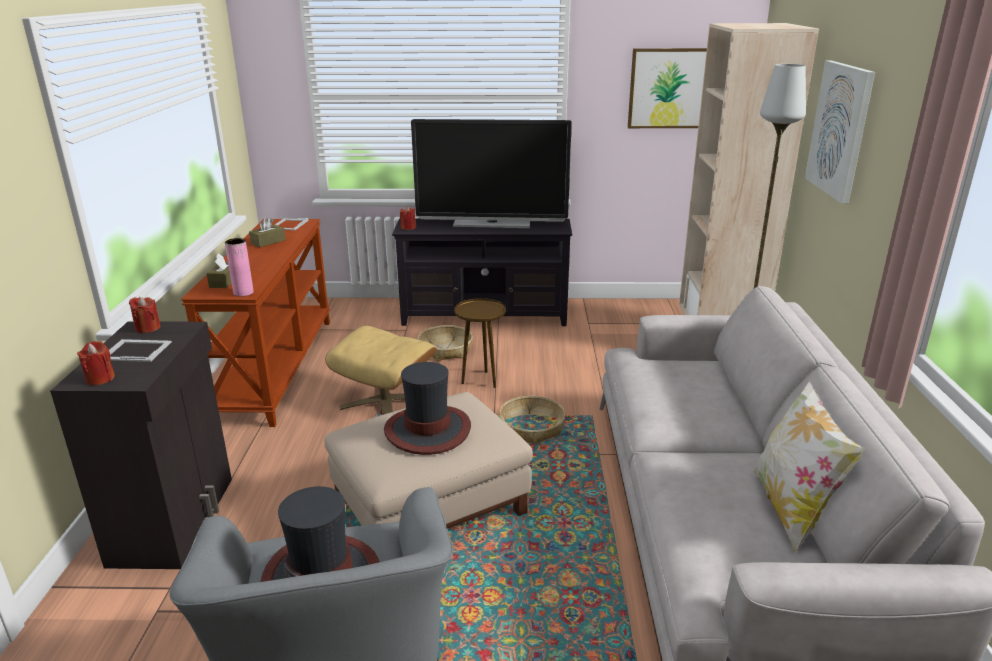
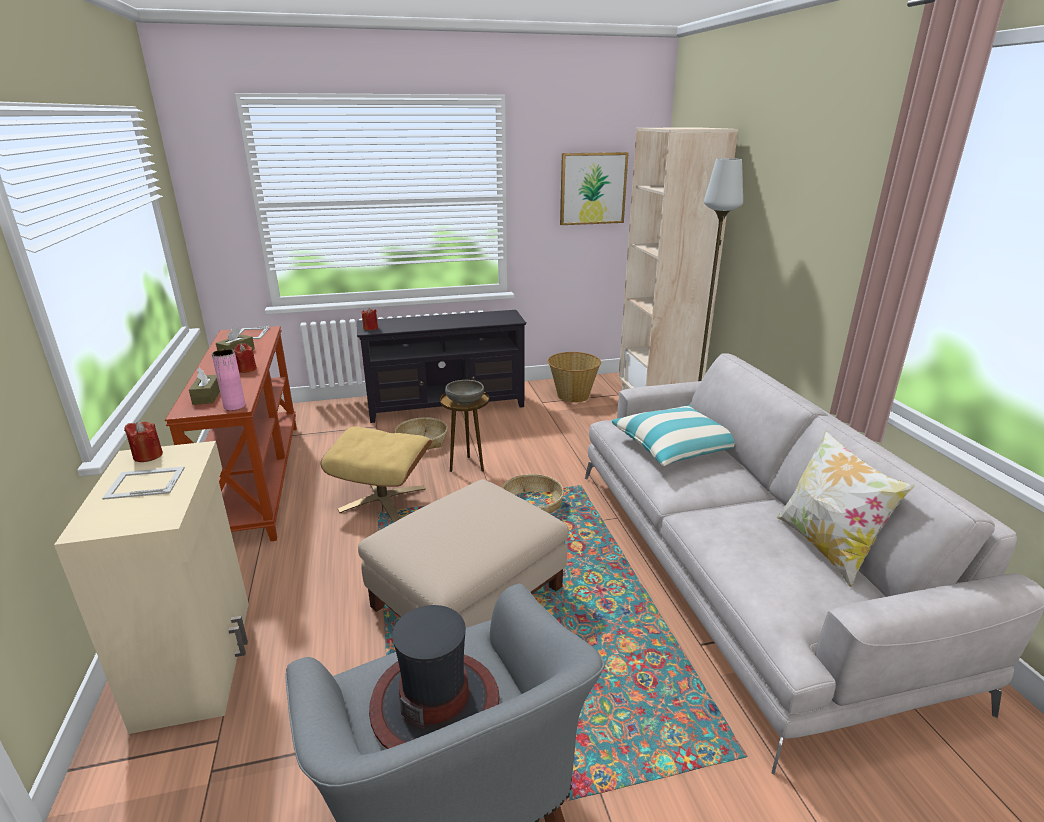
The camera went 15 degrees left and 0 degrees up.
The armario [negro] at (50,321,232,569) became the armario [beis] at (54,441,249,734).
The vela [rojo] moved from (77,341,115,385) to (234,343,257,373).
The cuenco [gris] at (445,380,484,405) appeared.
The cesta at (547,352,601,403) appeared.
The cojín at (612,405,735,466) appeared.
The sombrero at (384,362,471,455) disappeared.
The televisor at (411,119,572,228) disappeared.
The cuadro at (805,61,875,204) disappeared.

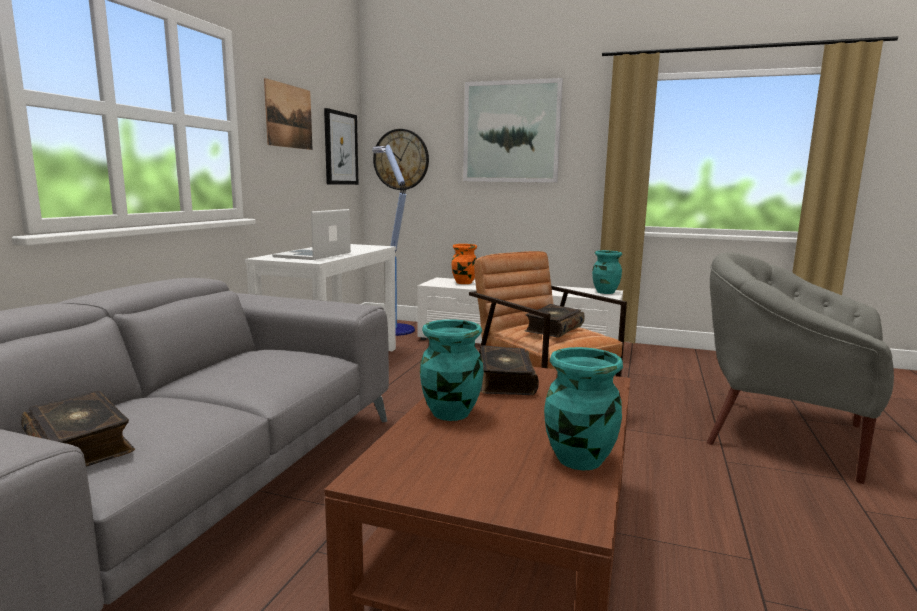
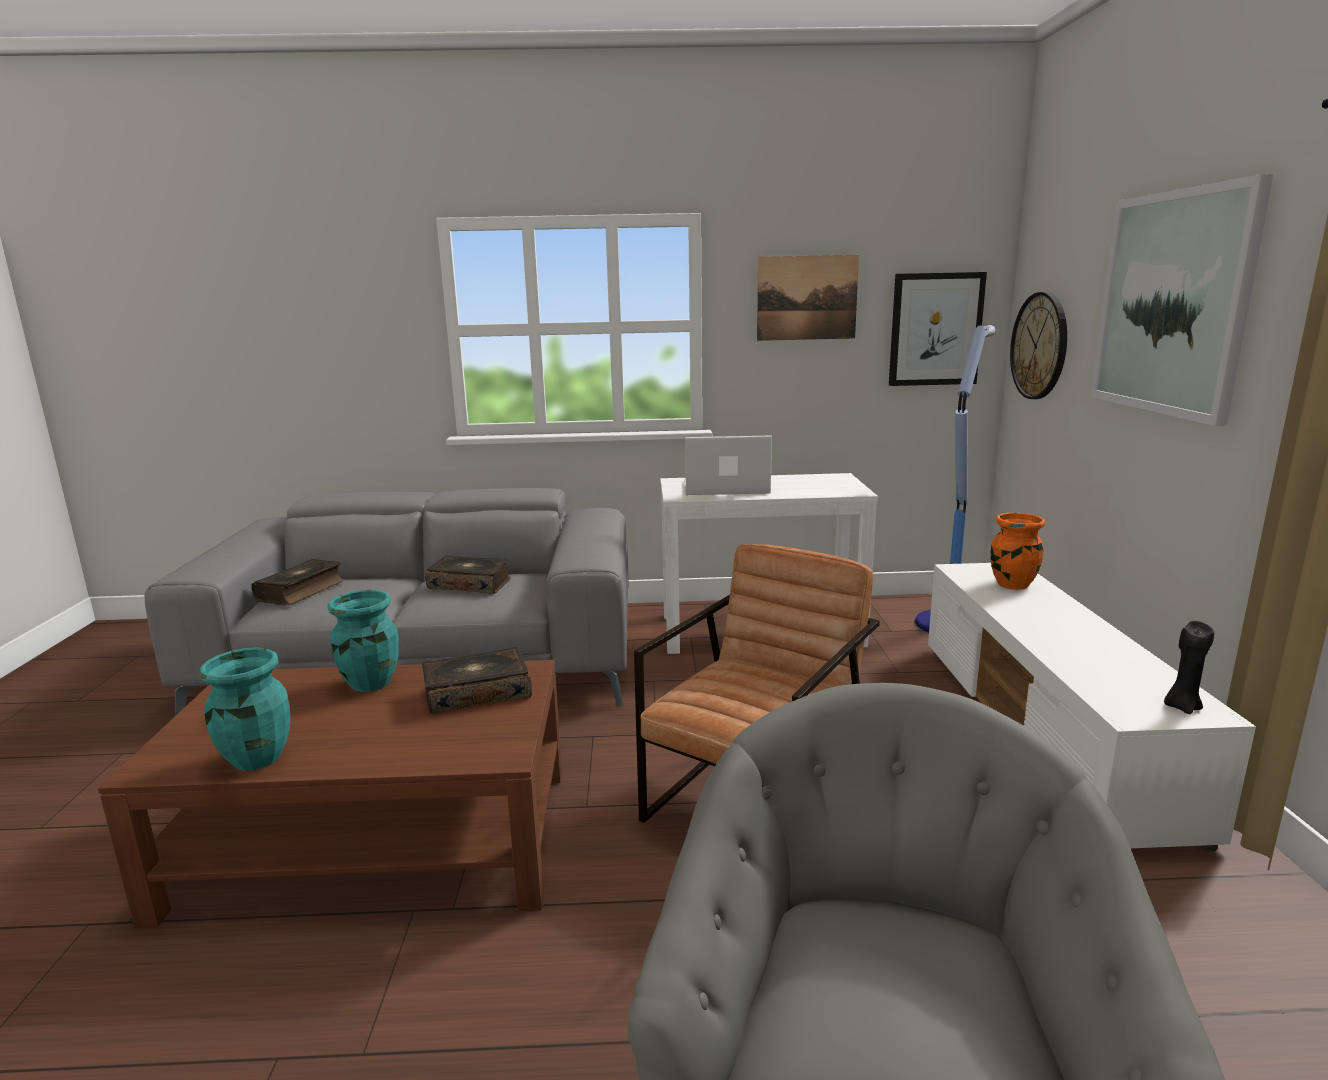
The camera went 70 degrees right and 5 degrees up.
The libro moved from (525,304,585,338) to (425,555,511,594).
The florero [turquesa] at (592,250,622,294) was replaced by the vela [negro] at (1164,621,1214,714).

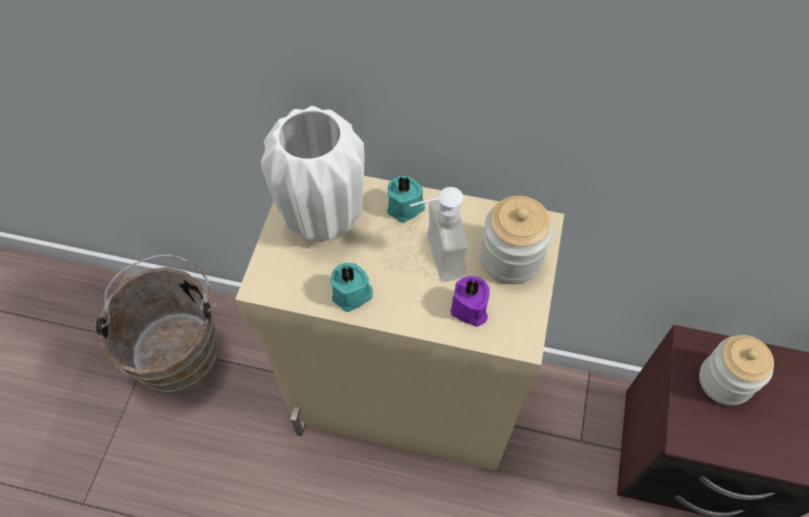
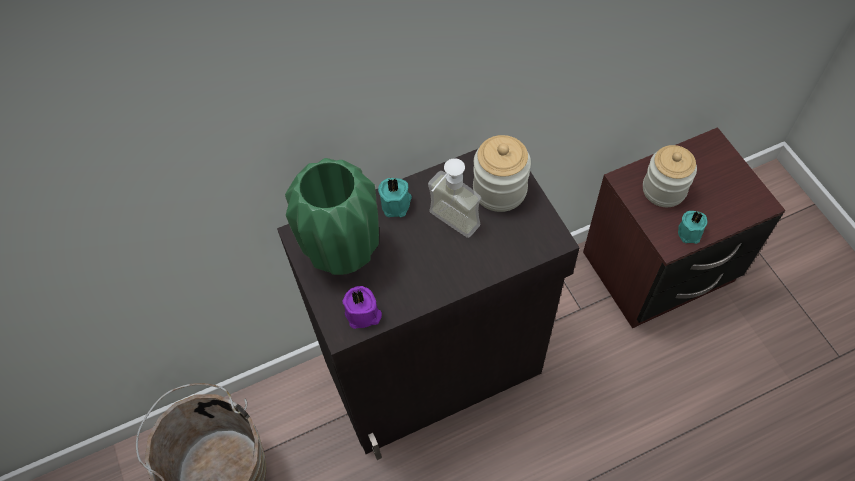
The camera went 35 degrees left and 0 degrees up.
The armario [beis] at (235,176,564,471) became the armario [negro] at (277,149,580,460).
The florero [blanco] at (261,106,364,242) became the florero [verde] at (285,158,379,275).
The vela [morado] moved from (450,276,490,327) to (342,286,382,329).
The vela [turquesa] moved from (331,263,373,312) to (678,211,707,244).

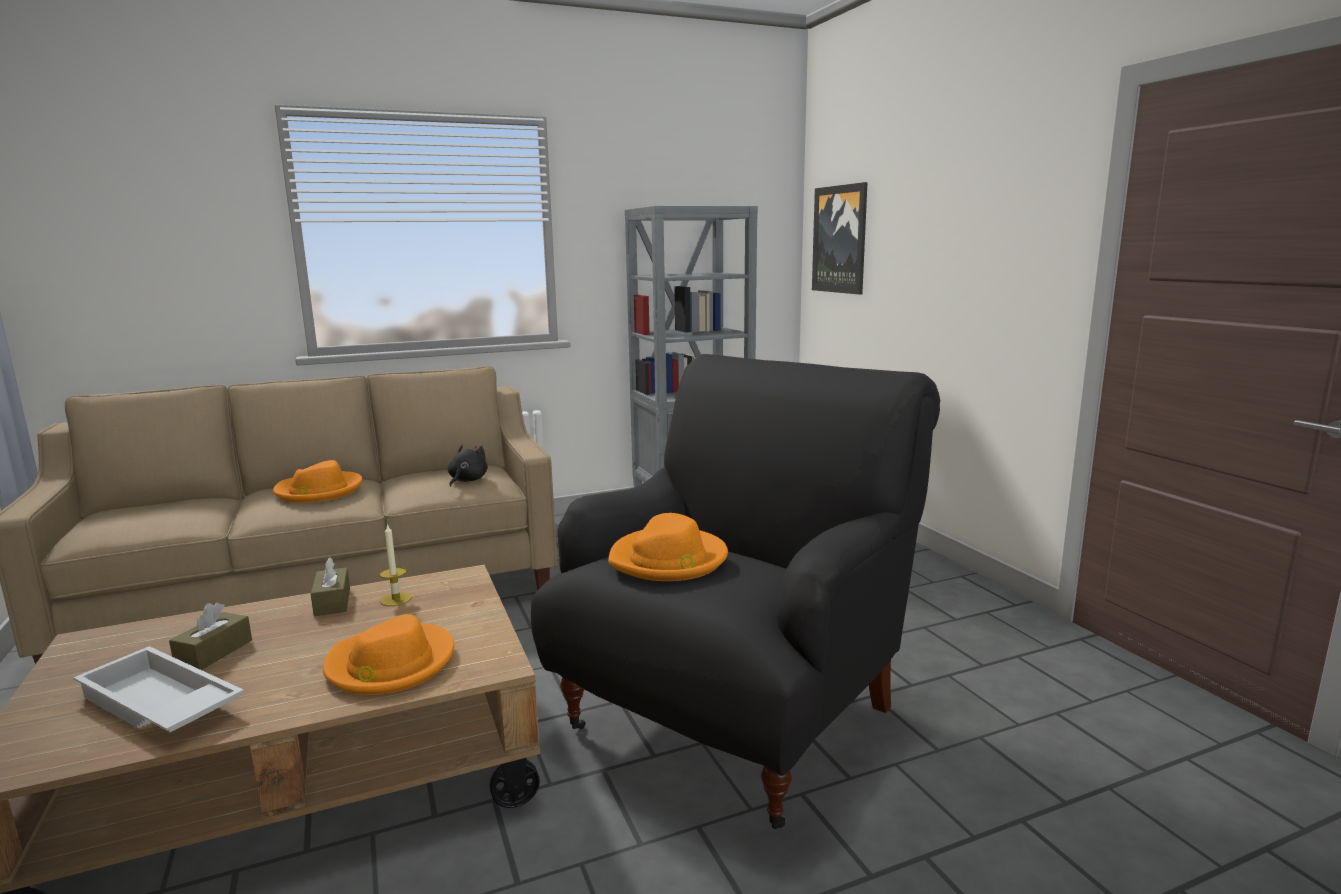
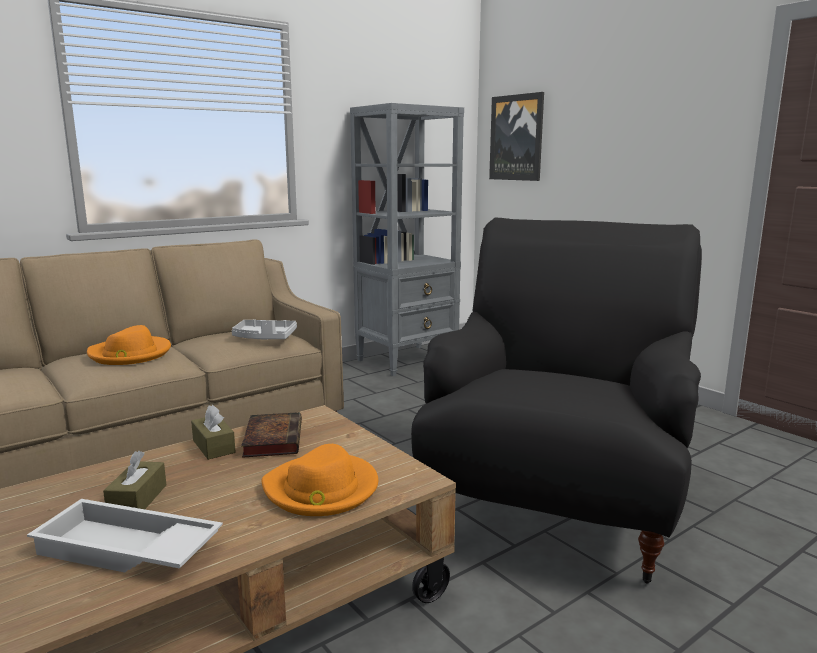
The camera went 15 degrees left and 0 degrees up.
The peluche [negro] at (448,445,488,487) was replaced by the bandeja [gris] at (232,319,297,339).
The vela at (380,523,412,606) was replaced by the libro at (241,412,302,458).
The sombrero [naranja] at (608,513,728,581) disappeared.

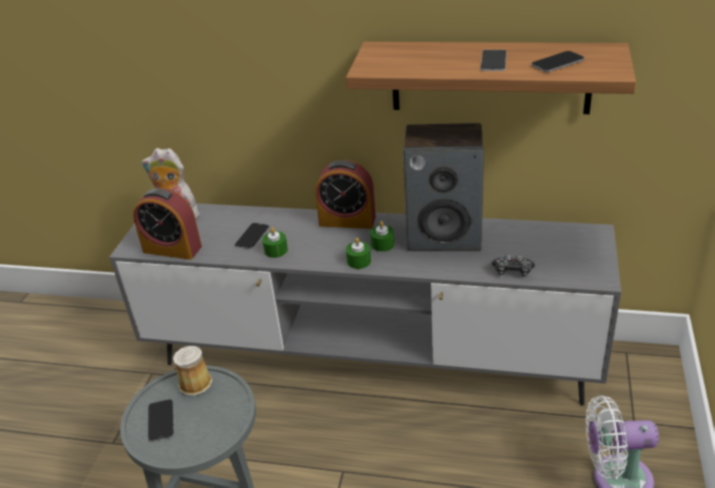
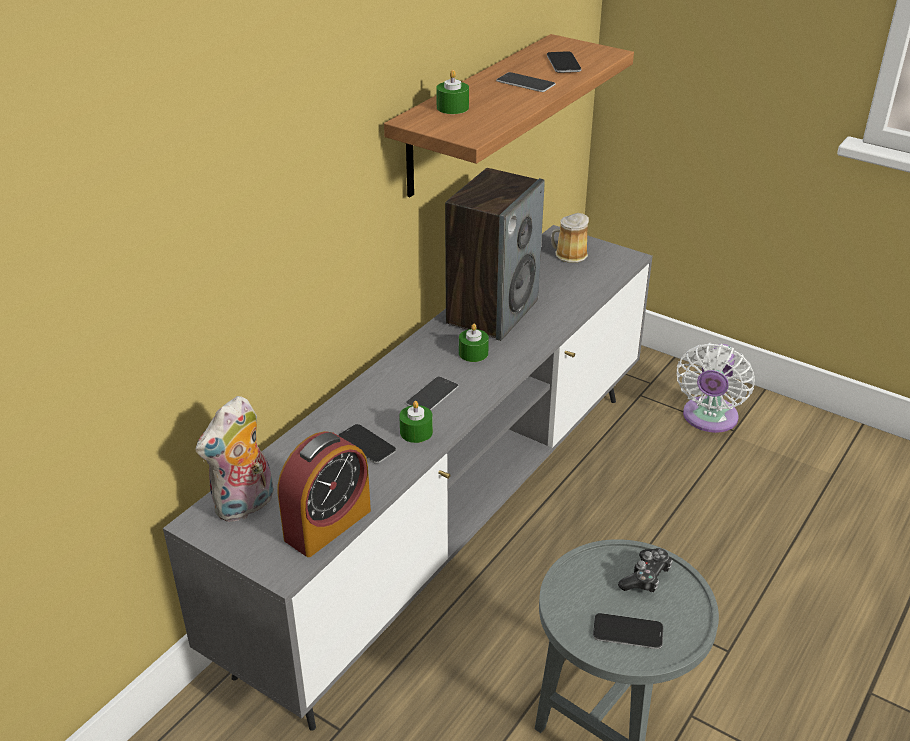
The camera went 70 degrees left and 0 degrees up.
The móvil at (406,376,459,410) appeared.
The vela [verde] moved from (346,238,371,269) to (436,70,469,114).
The taza grande moved from (173,346,212,395) to (551,213,589,263).
The mando de consola moved from (492,254,535,277) to (618,548,673,592).
The despertador at (315,160,376,229) disappeared.

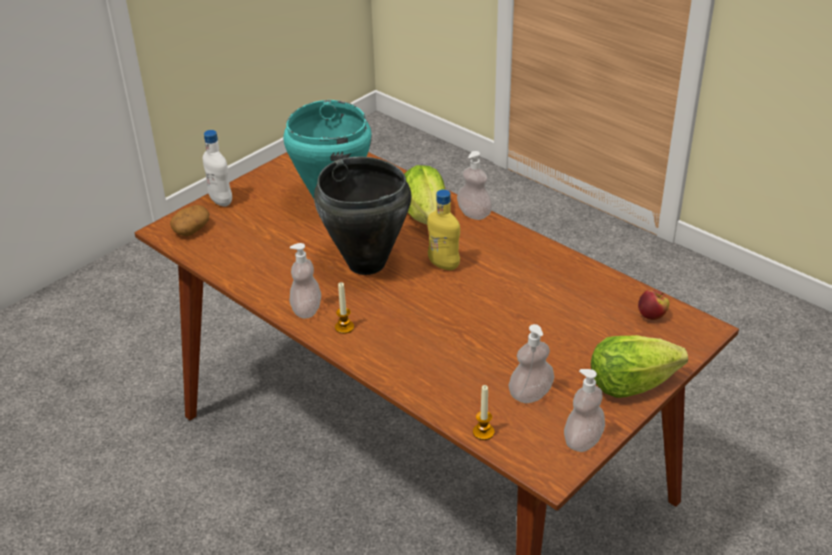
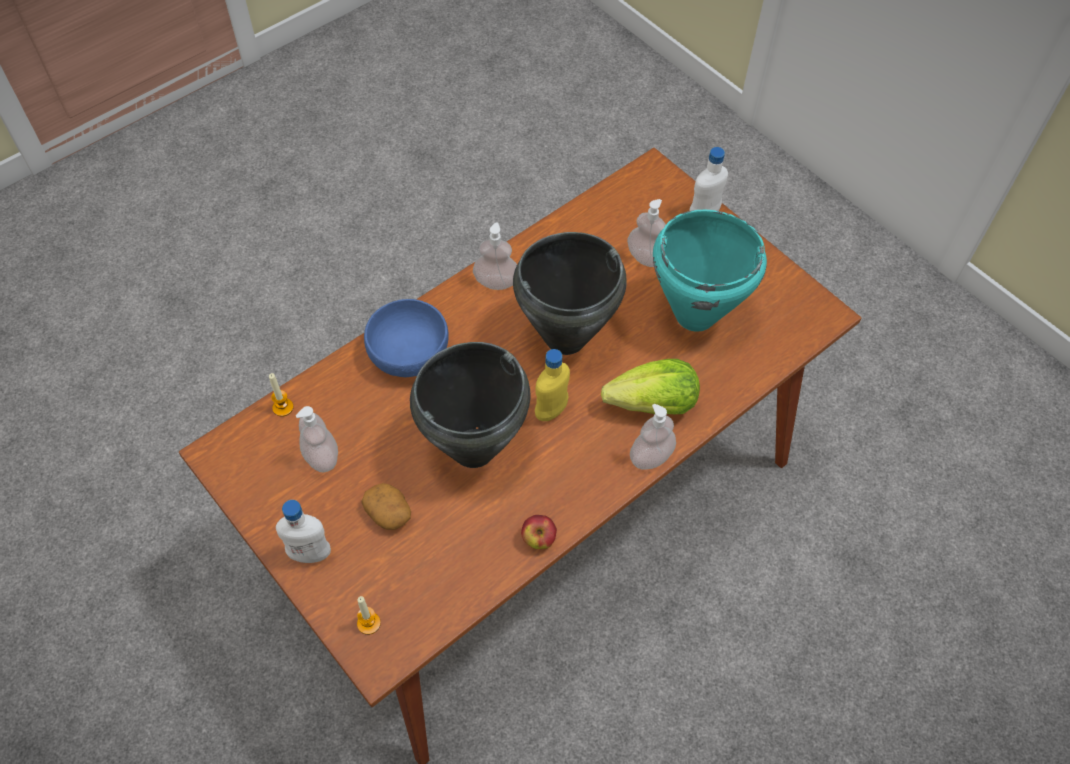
The camera went 95 degrees right and 20 degrees up.
The lechuga at (591,335,688,398) was replaced by the botella [blanco] at (276,500,331,563).
The vela moved from (335,282,354,334) to (357,596,381,635).
The patata moved from (170,205,209,236) to (361,483,411,530).
The cuenco [azul] at (364,299,449,377) appeared.
The olla [negro] at (410,342,531,468) appeared.
The manzana moved from (638,290,669,320) to (521,515,557,549).
The dispensador de jabón moved from (564,369,605,452) to (627,199,666,267).

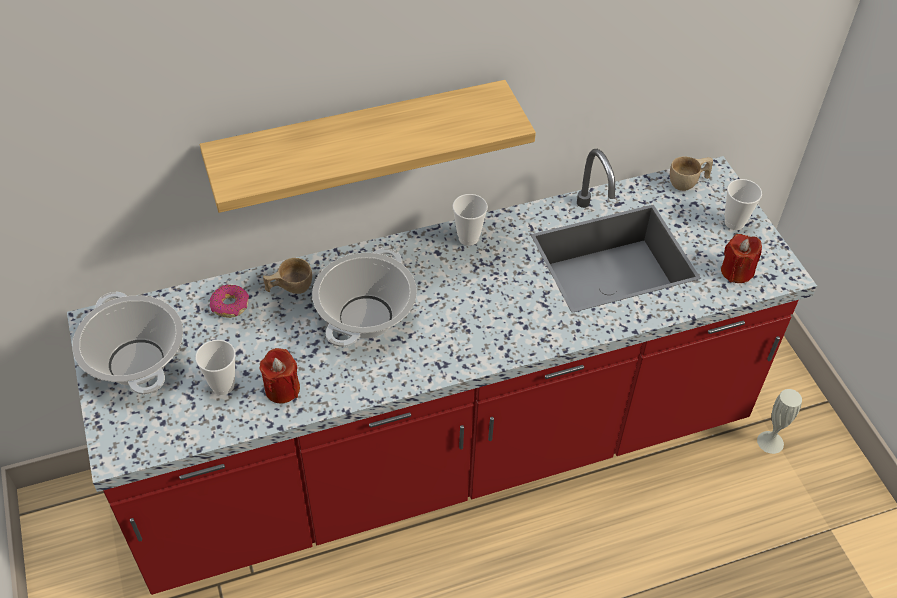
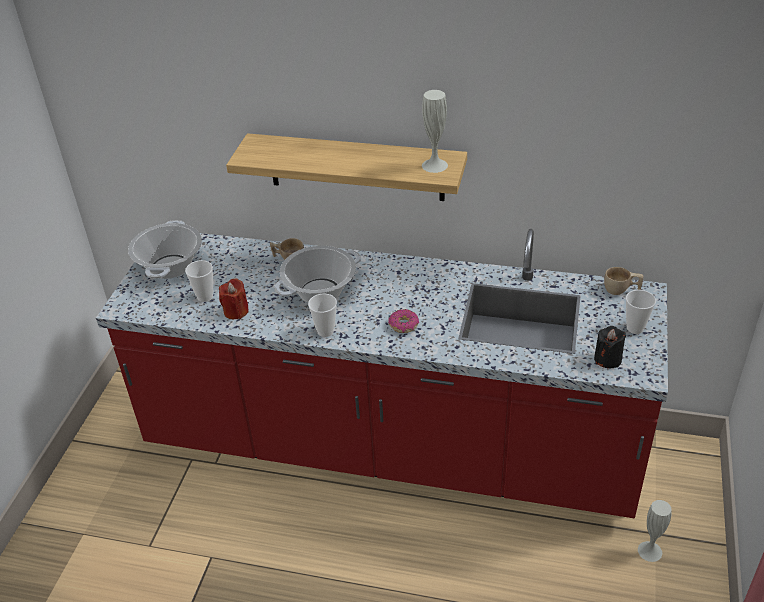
The camera went 35 degrees right and 10 degrees down.
The taza moved from (452,194,488,246) to (308,294,337,337).
The rosquilla moved from (210,285,249,318) to (388,309,419,333).
The florero [blanco] at (422,90,448,173) appeared.
The vela [rojo] at (721,234,762,283) became the vela [negro] at (594,326,626,368).

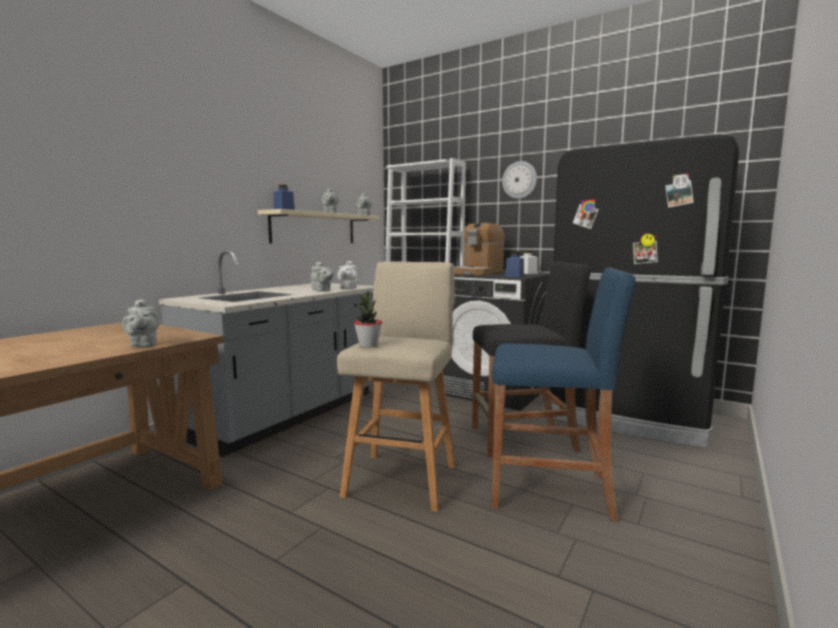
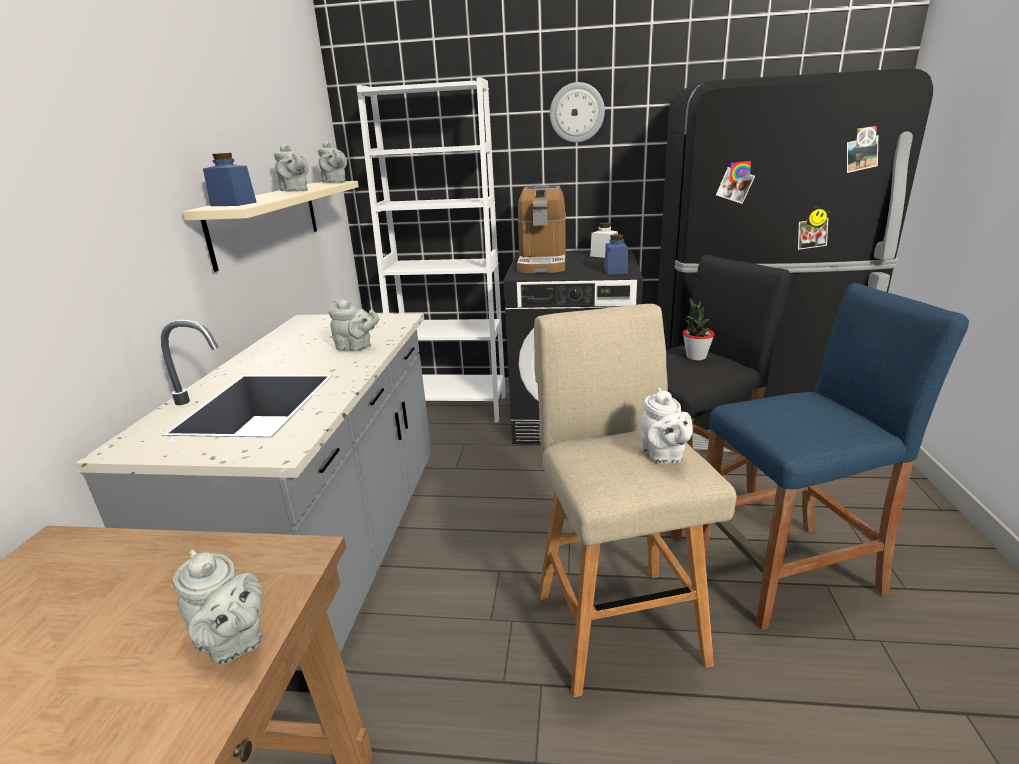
The camera went 25 degrees left and 15 degrees up.
The tetera [blanco] moved from (337,261,357,289) to (641,387,693,463).
The planta en maceta moved from (354,290,382,348) to (683,298,715,361).

